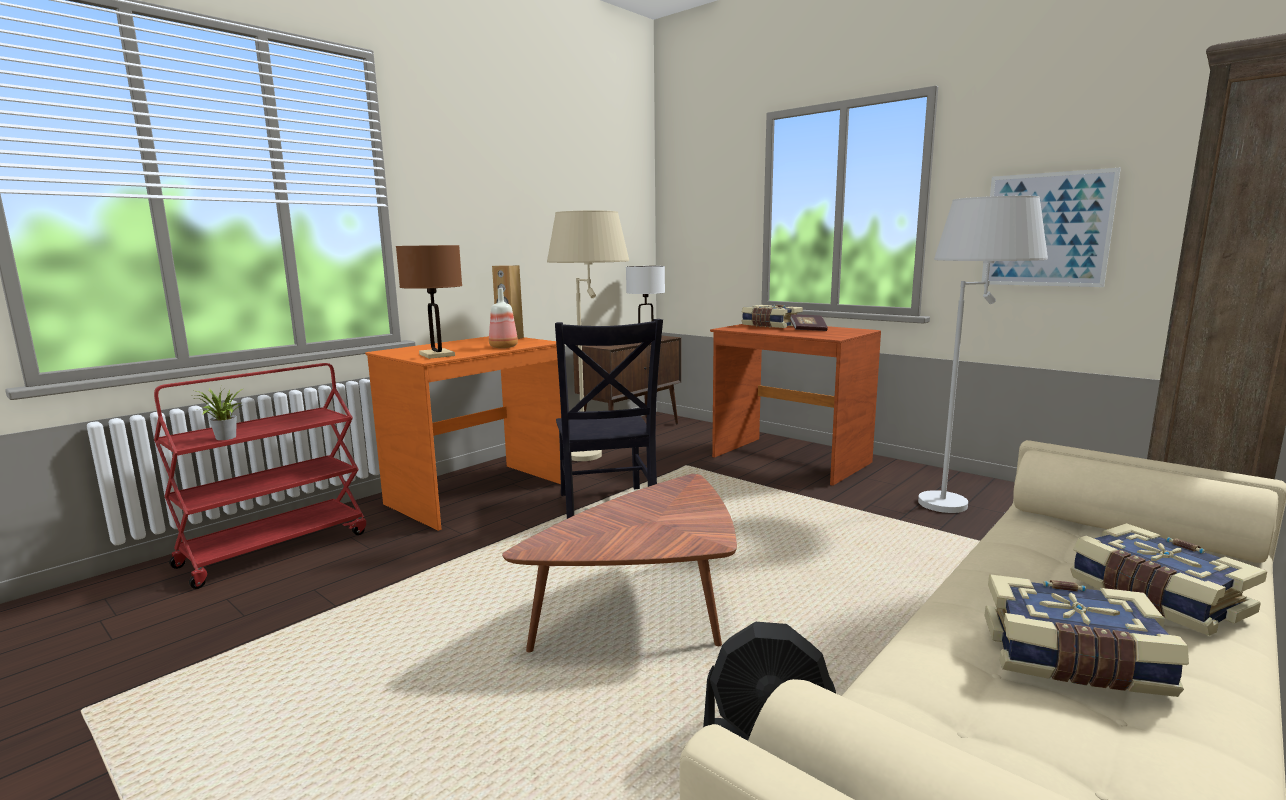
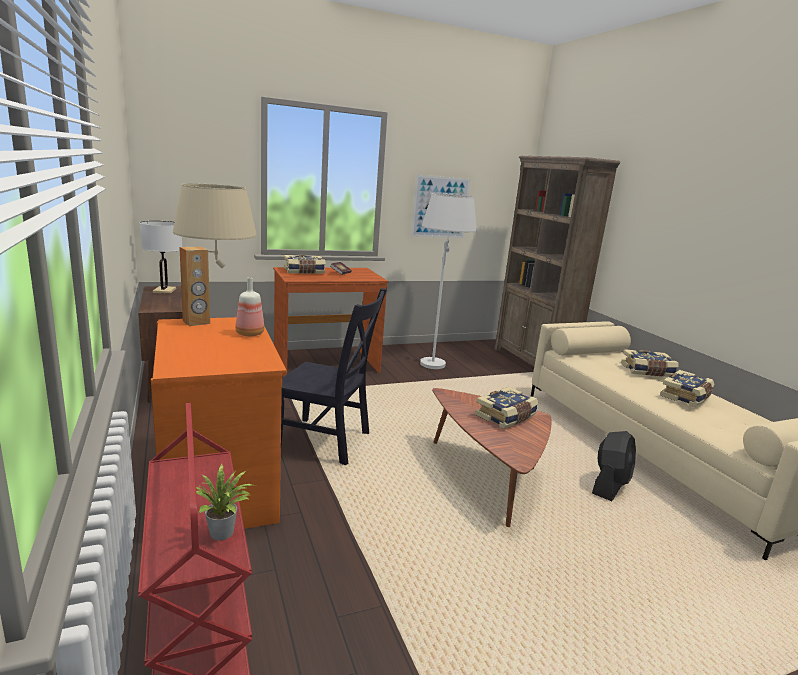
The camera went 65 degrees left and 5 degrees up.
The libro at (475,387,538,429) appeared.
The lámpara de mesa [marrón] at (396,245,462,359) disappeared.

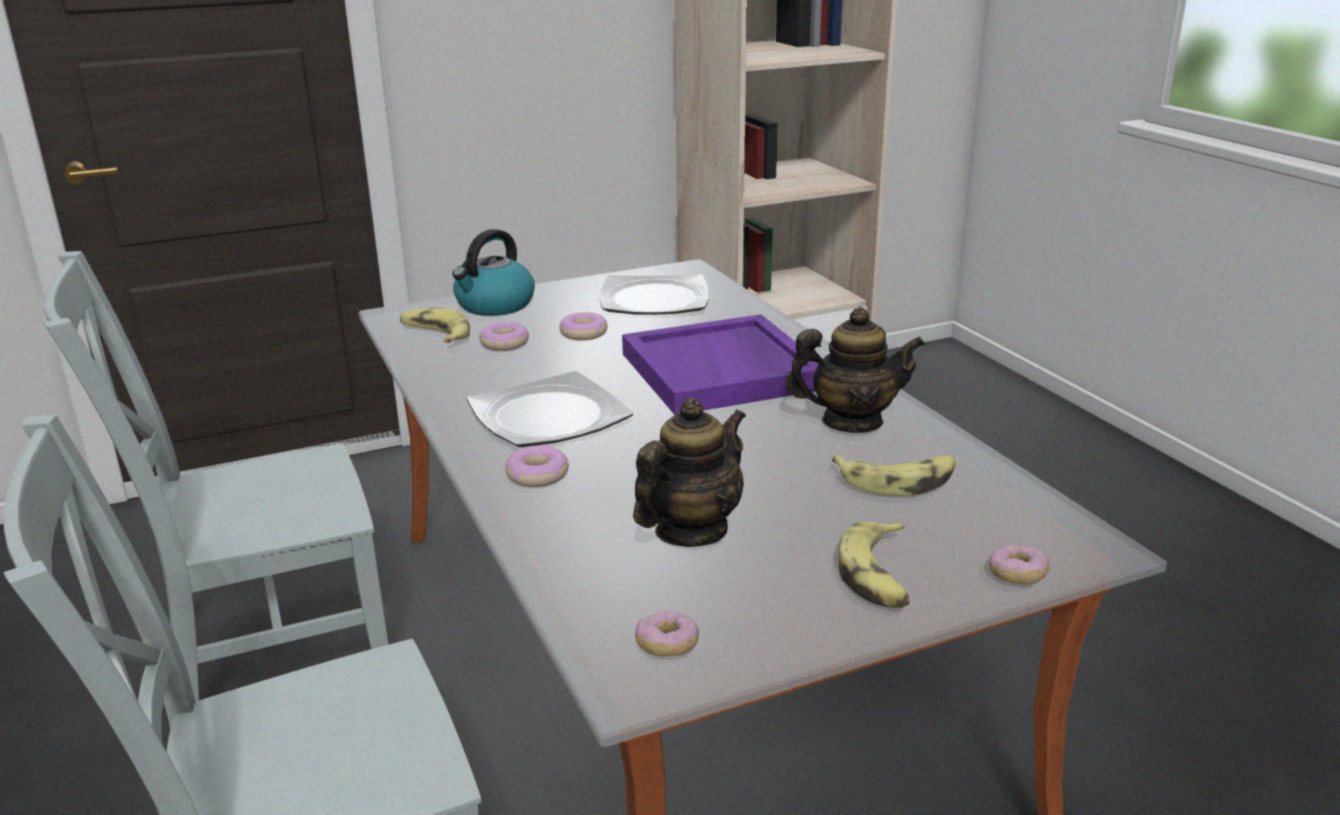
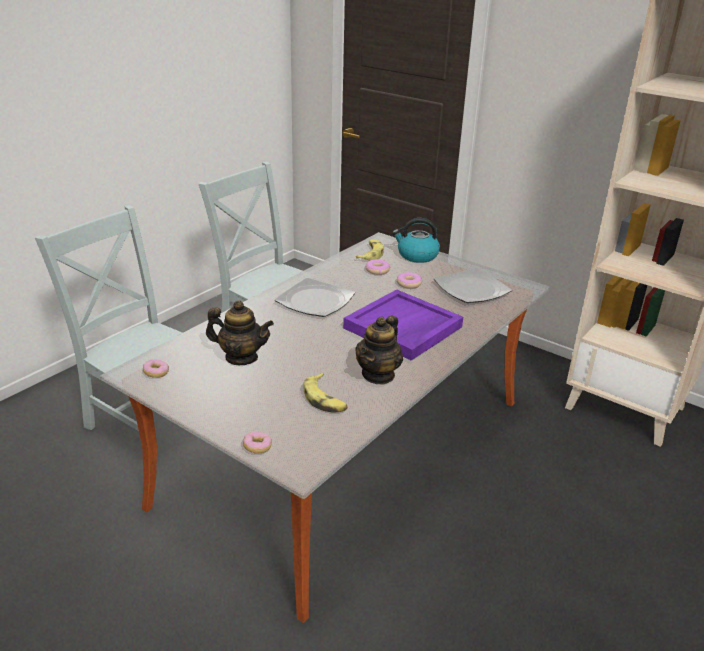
The camera went 60 degrees right and 5 degrees up.
The tetera at (786,307,925,433) turned 60 degrees clockwise.
The rosquilla at (505,446,569,487) disappeared.
The plátano at (838,521,910,608) disappeared.

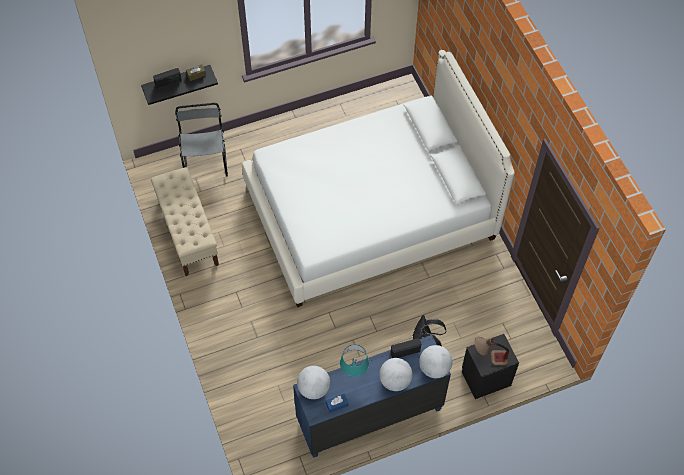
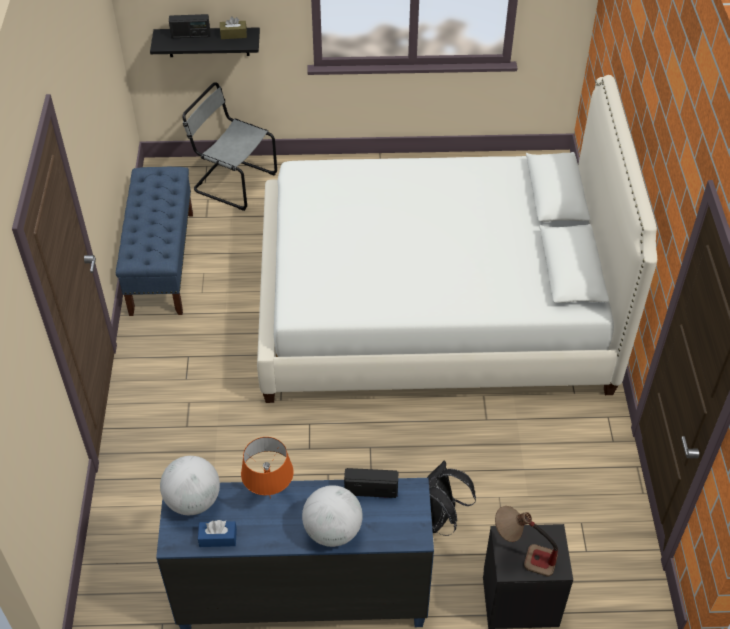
The camera went 20 degrees right and 10 degrees down.
The banco [beis] at (151,167,219,276) became the banco [azul] at (116,167,193,316).
The silla [gris] at (175,103,228,176) turned 75 degrees counterclockwise.
The lámpara de mesa [turquesa] at (340,344,369,377) became the lámpara de mesa [naranja] at (241,437,294,498).
The globo terráqueo at (419,345,452,378) disappeared.

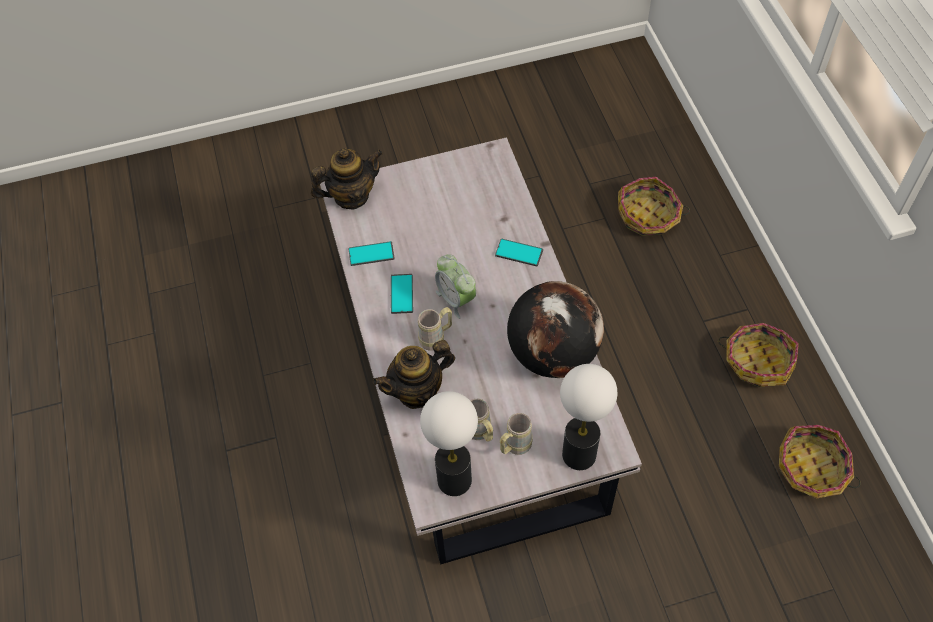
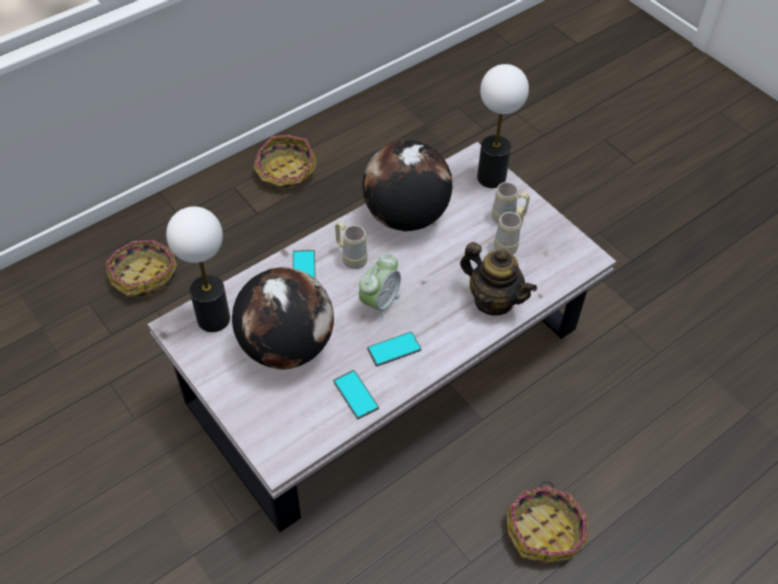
The camera went 115 degrees left and 5 degrees down.
The lámpara de mesa moved from (420,391,478,496) to (166,207,230,332).
The globo terráqueo at (232,267,334,369) appeared.
The taza grande [beis] moved from (418,307,452,351) to (335,222,368,269).
The cesta moved from (779,425,861,498) to (507,481,588,564).
The tetera at (311,148,383,209) disappeared.

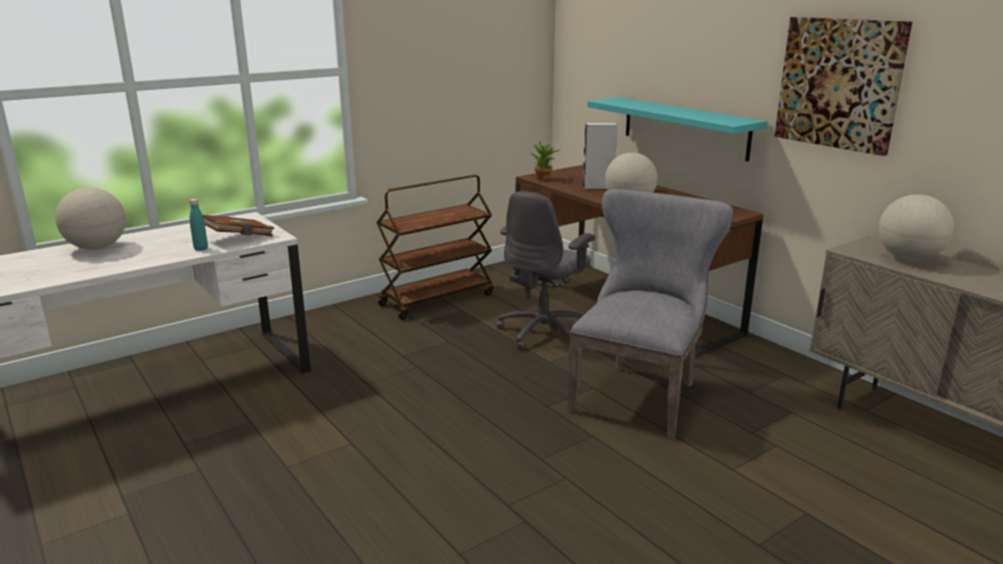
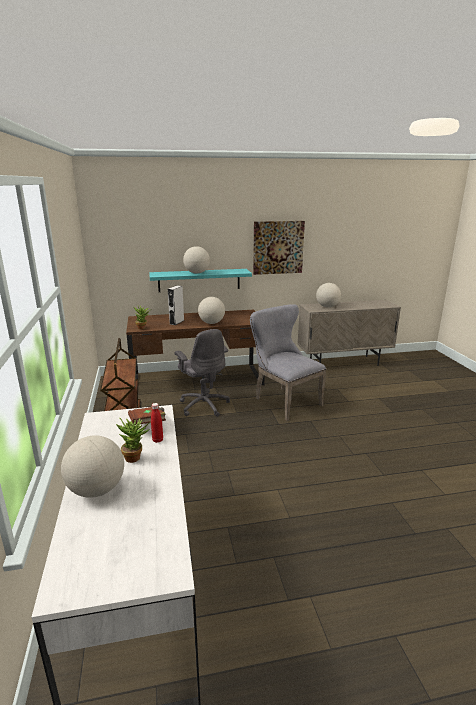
The camera went 65 degrees left and 0 degrees up.
The planta en maceta at (116,418,150,463) appeared.
The botella [turquesa] at (189,199,208,251) became the botella [rojo] at (151,403,163,443).
The globo terráqueo at (183,246,210,274) appeared.

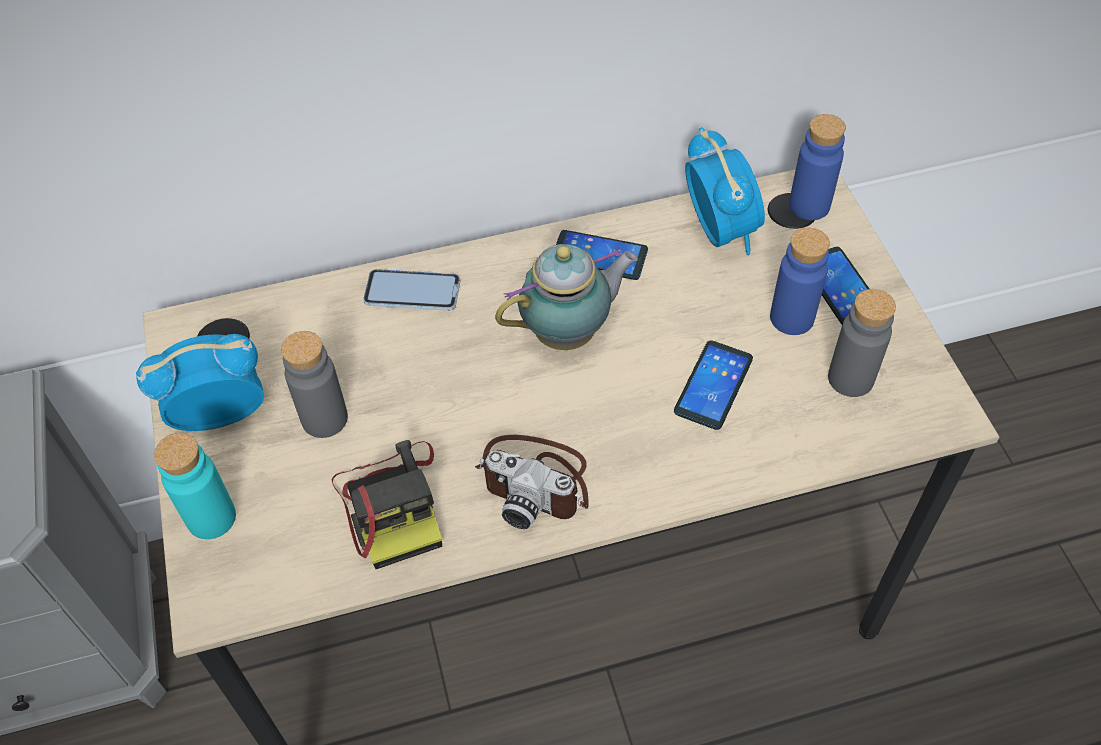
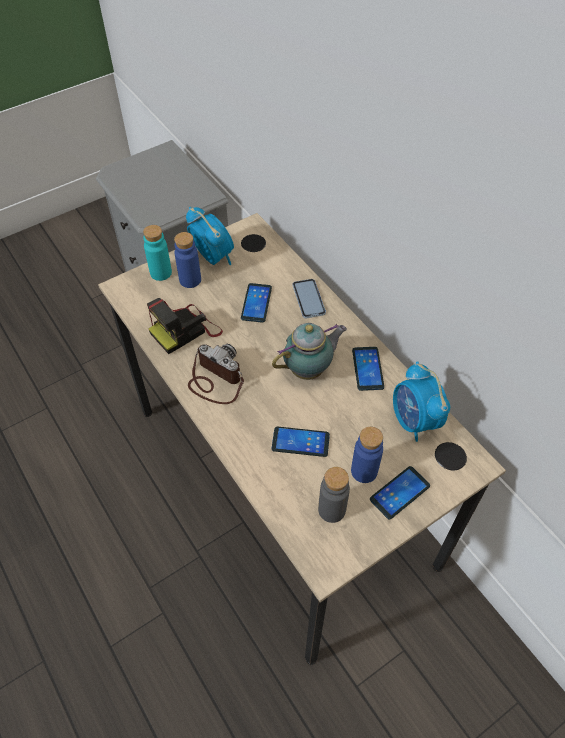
The camera went 70 degrees right and 0 degrees up.
The botella [azul] moved from (789,114,846,220) to (174,232,201,288).
The cámara at (475,435,589,529) turned 120 degrees clockwise.
The móvil at (241,283,272,323) appeared.
The tetera at (495,244,638,350) turned 75 degrees counterclockwise.
The despertador at (685,127,765,255) turned 105 degrees clockwise.
The botella [gris] at (281,331,348,438) disappeared.

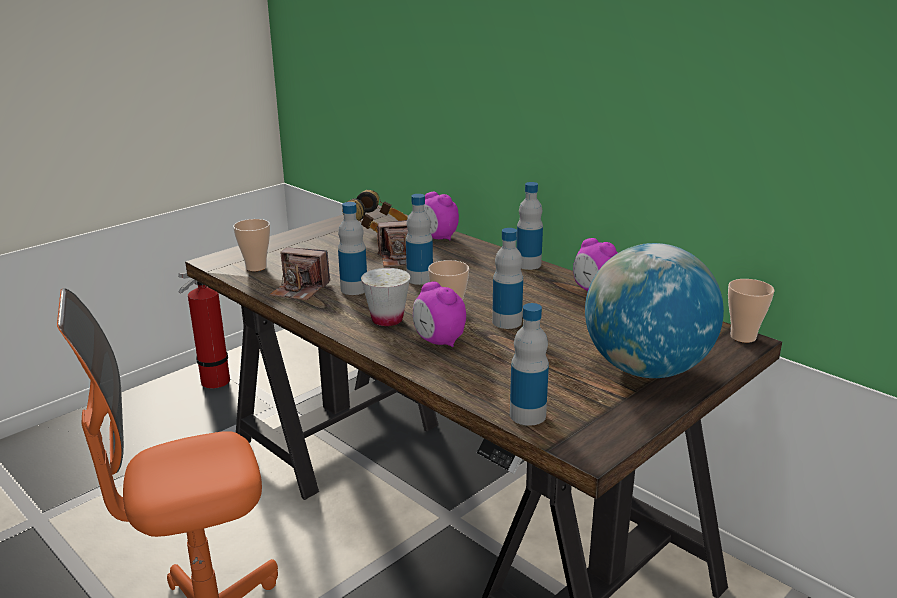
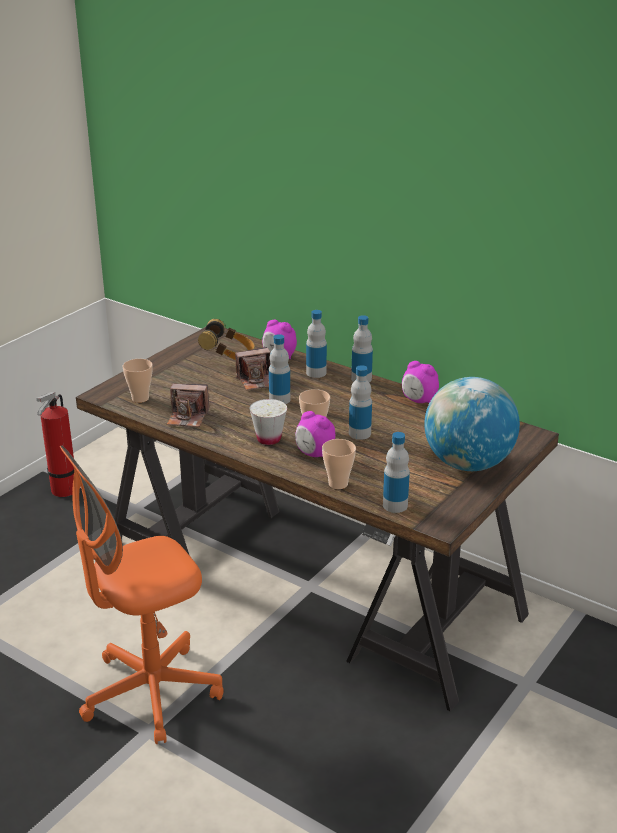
The camera went 10 degrees left and 5 degrees up.
The botella moved from (338,202,367,295) to (306,310,327,378).
The taza moved from (728,279,775,343) to (322,439,356,489).

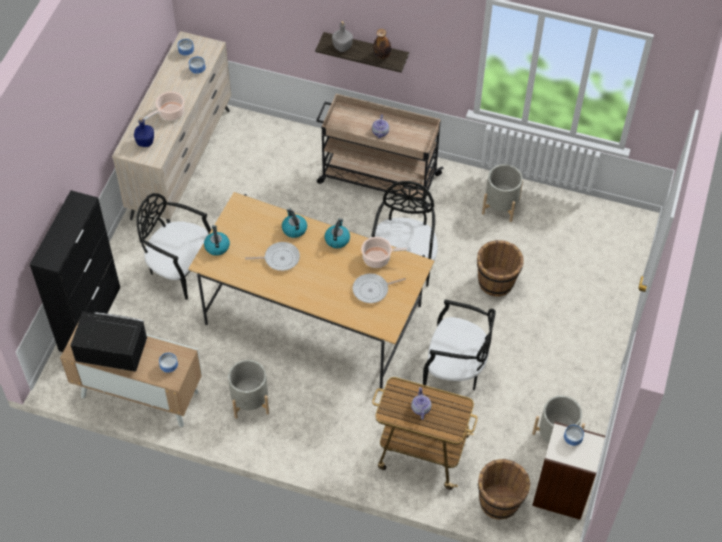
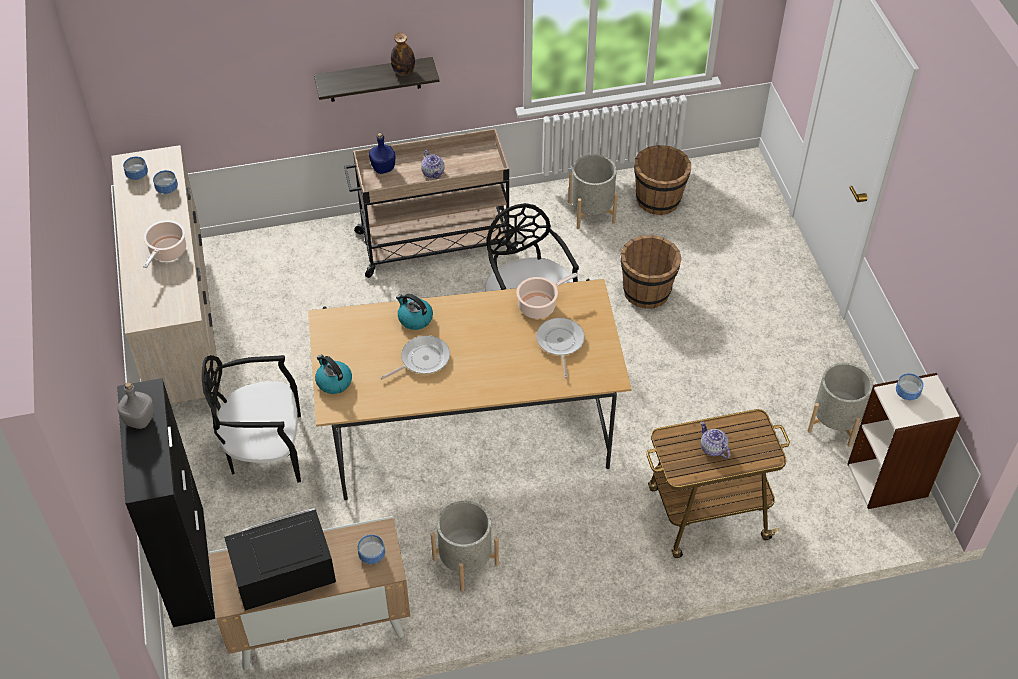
The camera went 30 degrees left and 5 degrees down.
The botella [gris] moved from (332,21,353,52) to (117,382,154,429).
The botella [azul] moved from (134,118,154,147) to (369,133,395,174).
The sartén at (353,273,406,303) turned 135 degrees clockwise.
The cubo [marrón] moved from (478,459,530,520) to (634,145,691,215).
The hervidor at (324,218,350,248) disappeared.
The silla [negro] at (423,299,496,390) disappeared.

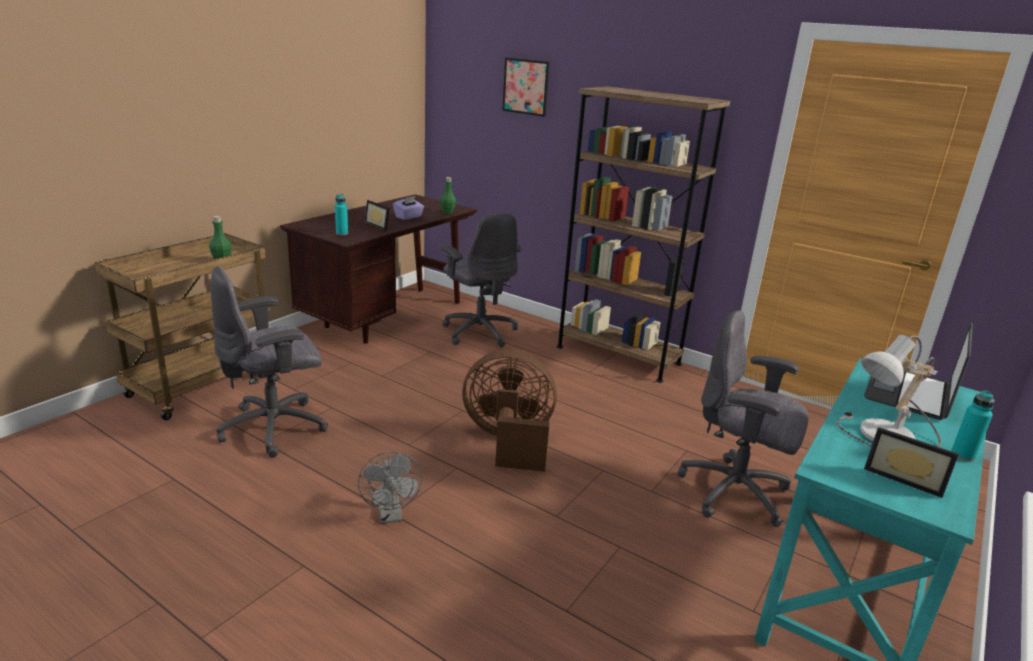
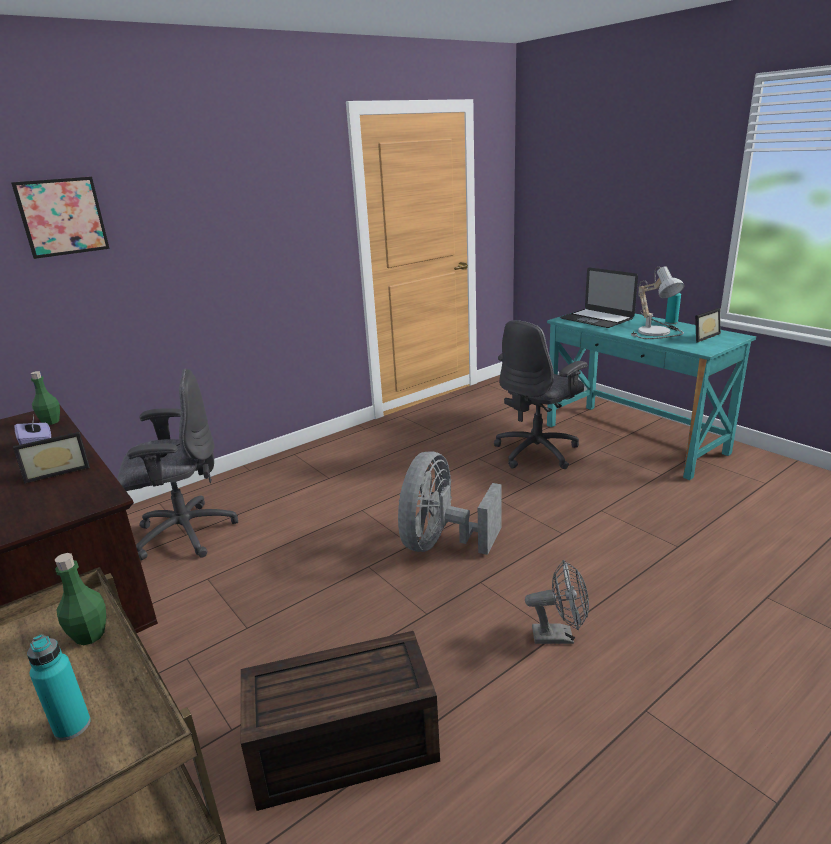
The camera went 70 degrees left and 0 degrees up.
The botella [turquesa] moved from (335,194,348,235) to (27,634,91,741).
The silla de oficina [gris] at (211,266,328,457) was replaced by the caja de almacenaje [marrón] at (241,631,440,811).
The ventilador [marrón] at (462,350,557,472) became the ventilador [gris] at (398,452,502,555).
The estantería [marrón] at (557,86,730,383) disappeared.

